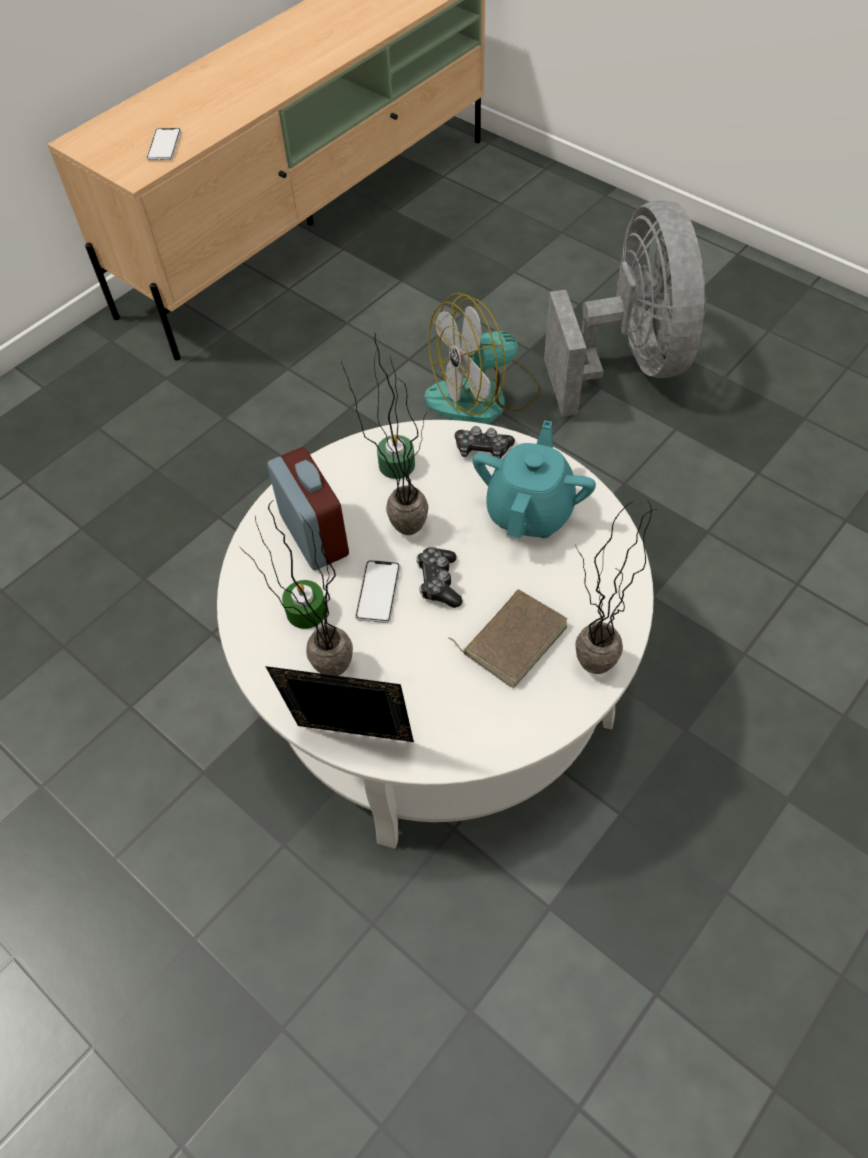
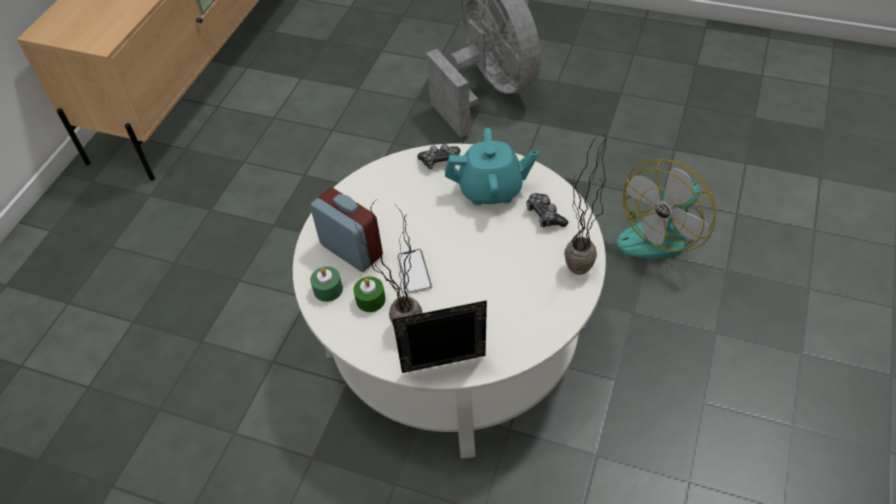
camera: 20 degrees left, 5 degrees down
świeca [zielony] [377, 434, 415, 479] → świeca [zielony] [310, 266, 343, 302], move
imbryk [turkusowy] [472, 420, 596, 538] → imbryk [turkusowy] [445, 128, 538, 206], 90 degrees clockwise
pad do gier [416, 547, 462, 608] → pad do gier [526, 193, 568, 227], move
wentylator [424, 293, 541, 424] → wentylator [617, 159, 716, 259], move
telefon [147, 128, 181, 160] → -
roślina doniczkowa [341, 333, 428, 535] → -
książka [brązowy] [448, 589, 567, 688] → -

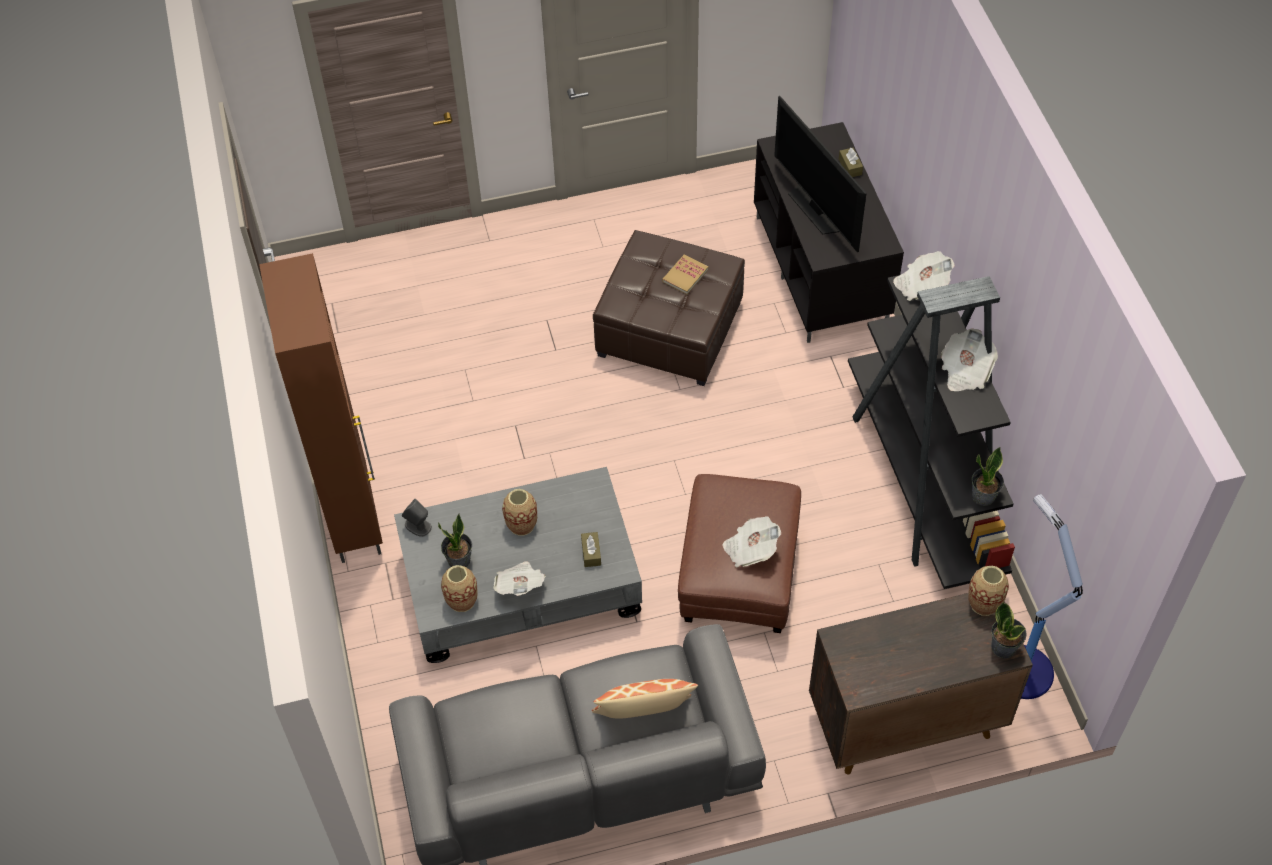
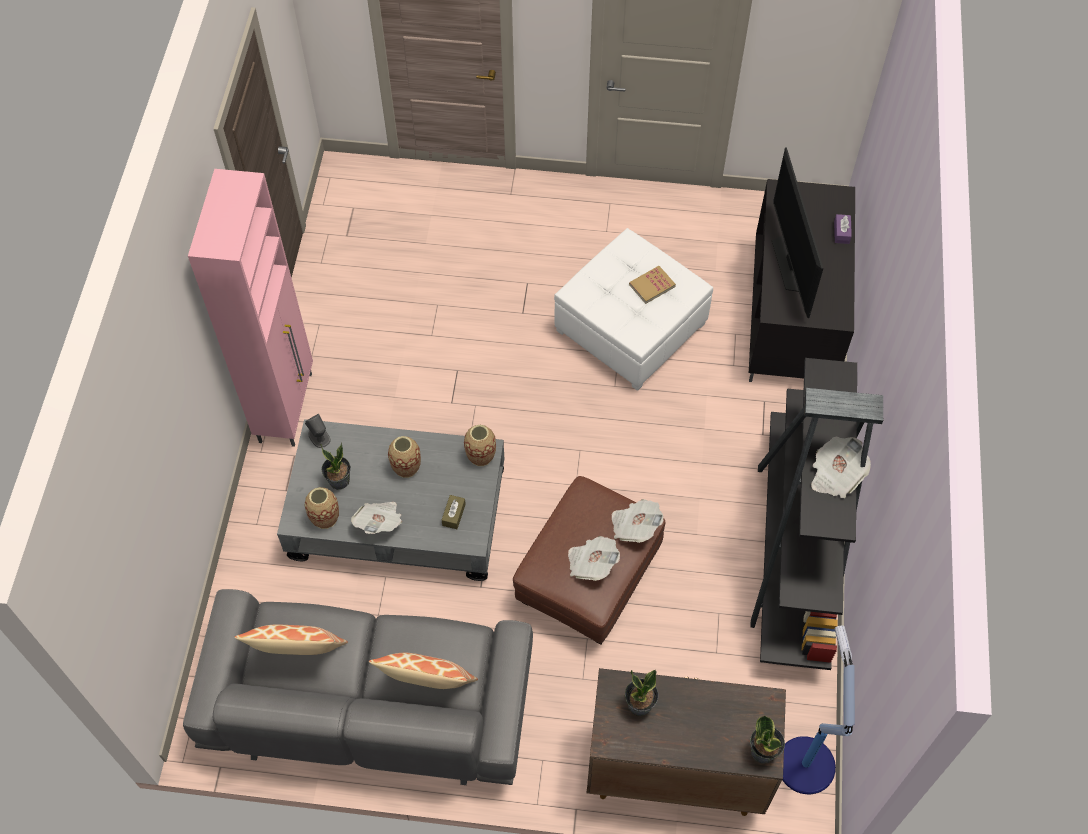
camera: 20 degrees right, 5 degrees up
szafka [brązowy] [259, 253, 383, 563] → szafka [różowy] [188, 169, 313, 447]
- → poduszka [234, 625, 348, 655]
wazon [968, 566, 1009, 616] → wazon [464, 425, 496, 466], move
pufa [brązowy] [593, 230, 745, 386] → pufa [biały] [554, 228, 713, 391]
gazeta [893, 251, 955, 301] → gazeta [612, 499, 664, 543], move
roślina doniczkowa [972, 447, 1004, 506] → roślina doniczkowa [625, 670, 659, 716], move
pudełko chusteczek [brązowy] [839, 148, 863, 177] → pudełko chusteczek [fioletowy] [834, 214, 852, 244]

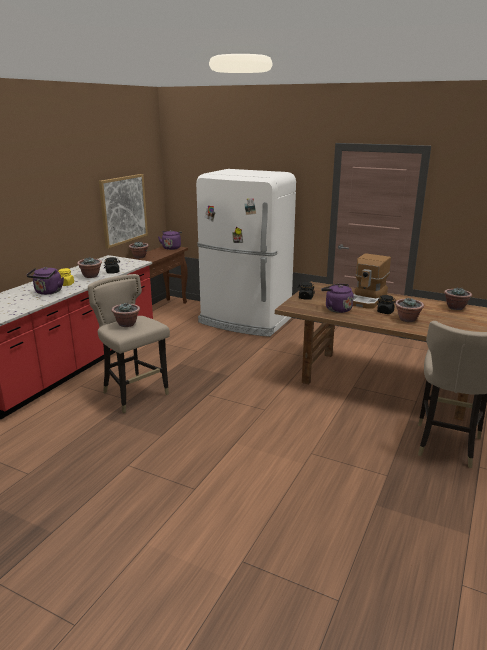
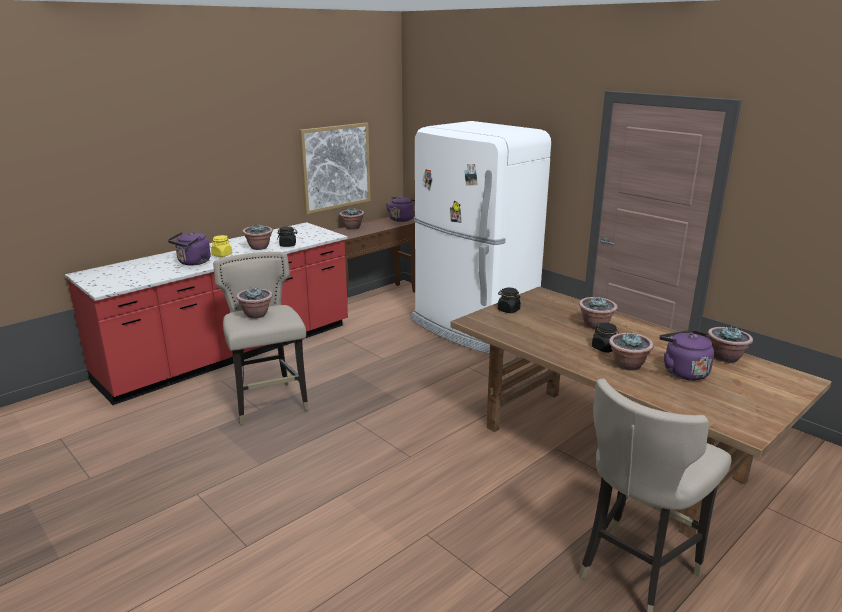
camera: 20 degrees right, 0 degrees up
ekspres do kawy [353, 253, 391, 309] → roślina doniczkowa [579, 296, 618, 329]
czajnik [fioletowy] [321, 284, 354, 313] → czajnik [fioletowy] [659, 330, 714, 381], move

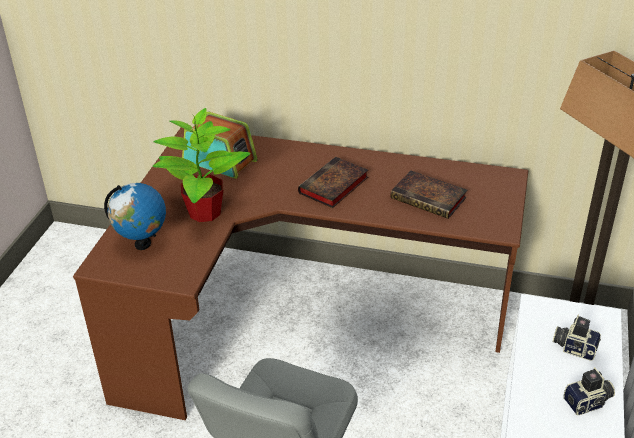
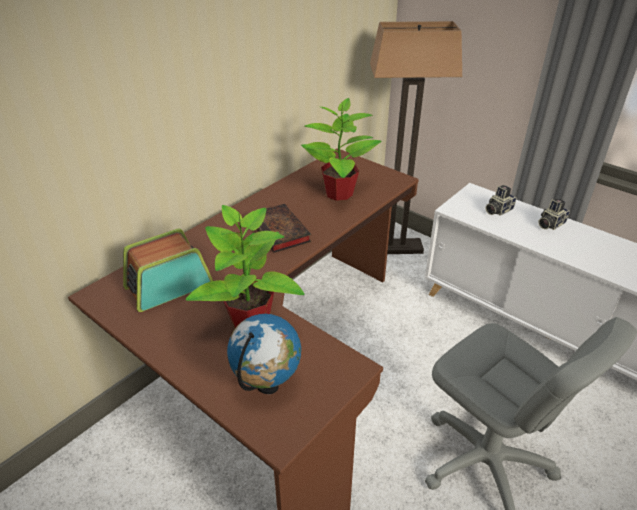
camera: 65 degrees left, 0 degrees up
książka [390, 171, 468, 219] → roślina doniczkowa [301, 98, 382, 201]
aparat fotograficzny [563, 367, 615, 415] → aparat fotograficzny [538, 198, 570, 230], 135 degrees counterclockwise

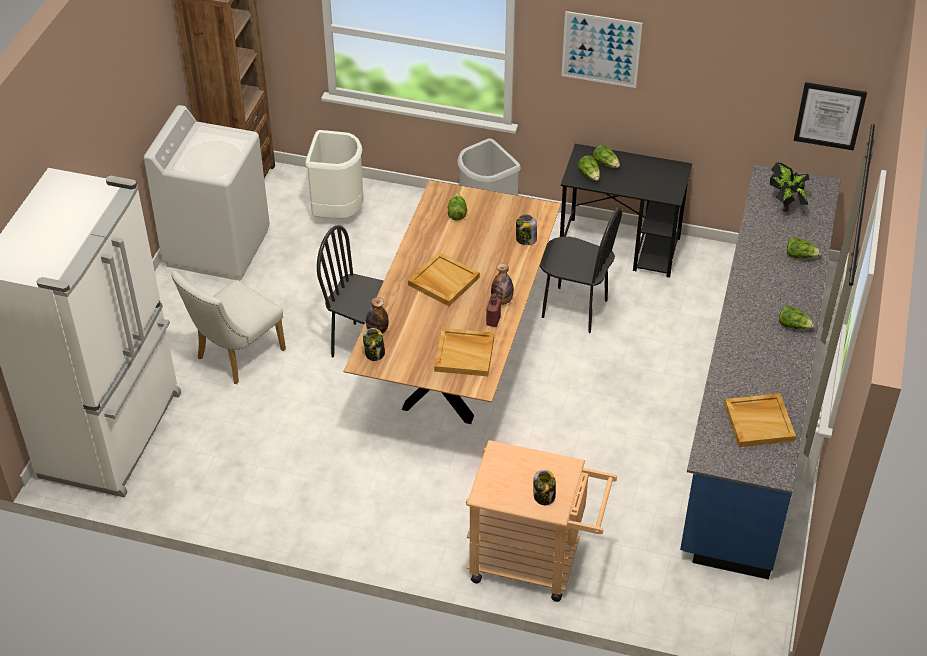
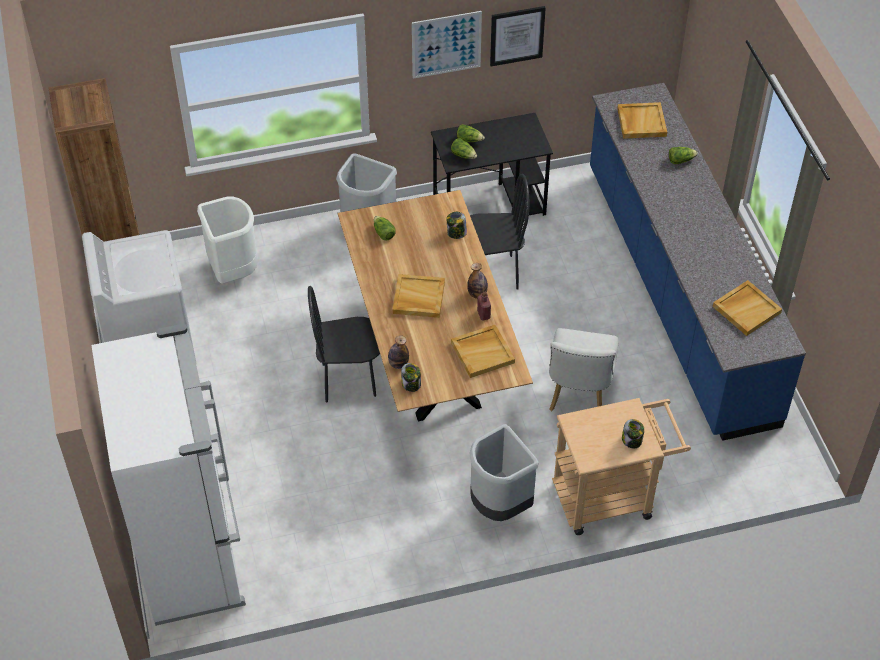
camera: 30 degrees left, 5 degrees up
- → kosz na śmieci [szary] [469, 424, 539, 521]
obraz [794, 82, 867, 151] → obraz [490, 6, 546, 66], move
krzesło [biały] [171, 271, 286, 384] → krzesło [biały] [549, 328, 619, 411], move
roślina doniczkowa [770, 162, 810, 212] → taca [beżowy] [617, 102, 667, 139]
sałata [779, 306, 814, 329] → -

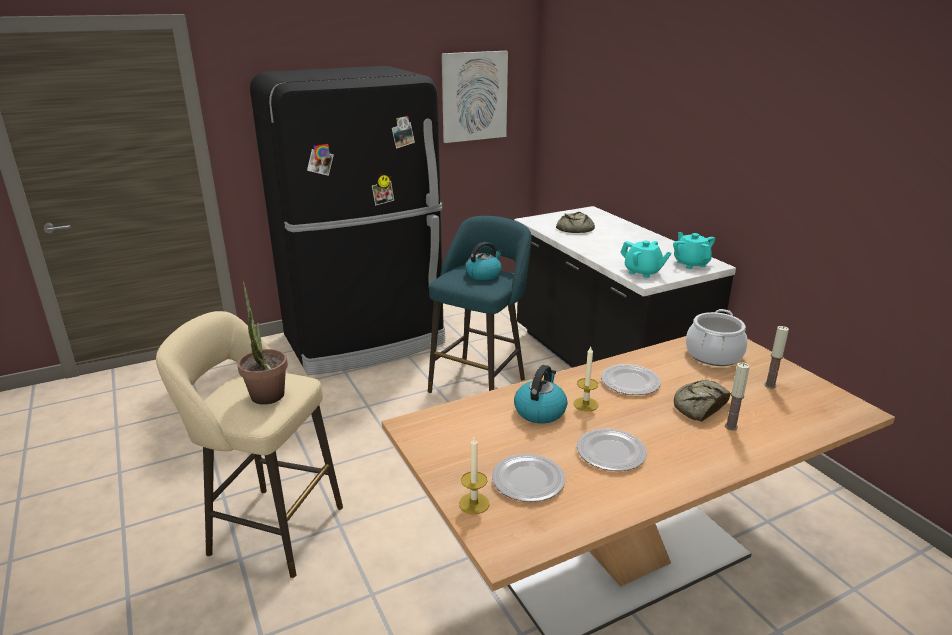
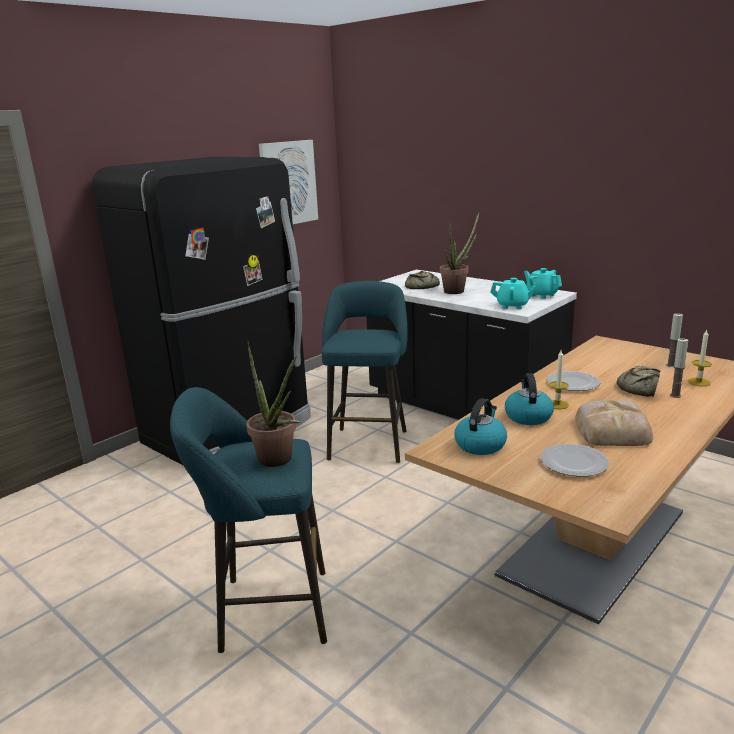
camera: 20 degrees left, 5 degrees down
stołek [beżowy] [156, 311, 343, 578] → stołek [turkusowy] [170, 387, 327, 653]
- → roślina doniczkowa [440, 213, 479, 294]
czajnik [466, 242, 503, 280] → czajnik [454, 398, 507, 455], move
talerz [577, 429, 647, 471] → chleb [575, 400, 653, 446]
świeca [459, 437, 490, 515] → świeca [688, 330, 712, 386], move
garnek [686, 309, 748, 366] → -

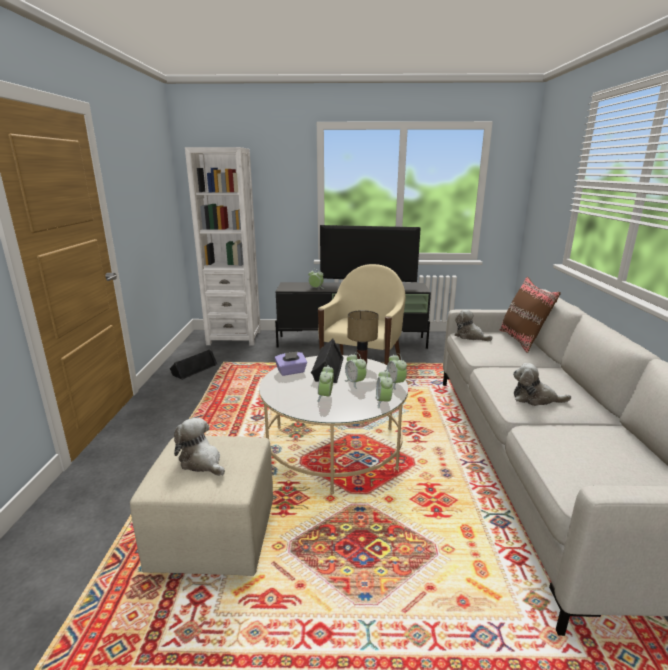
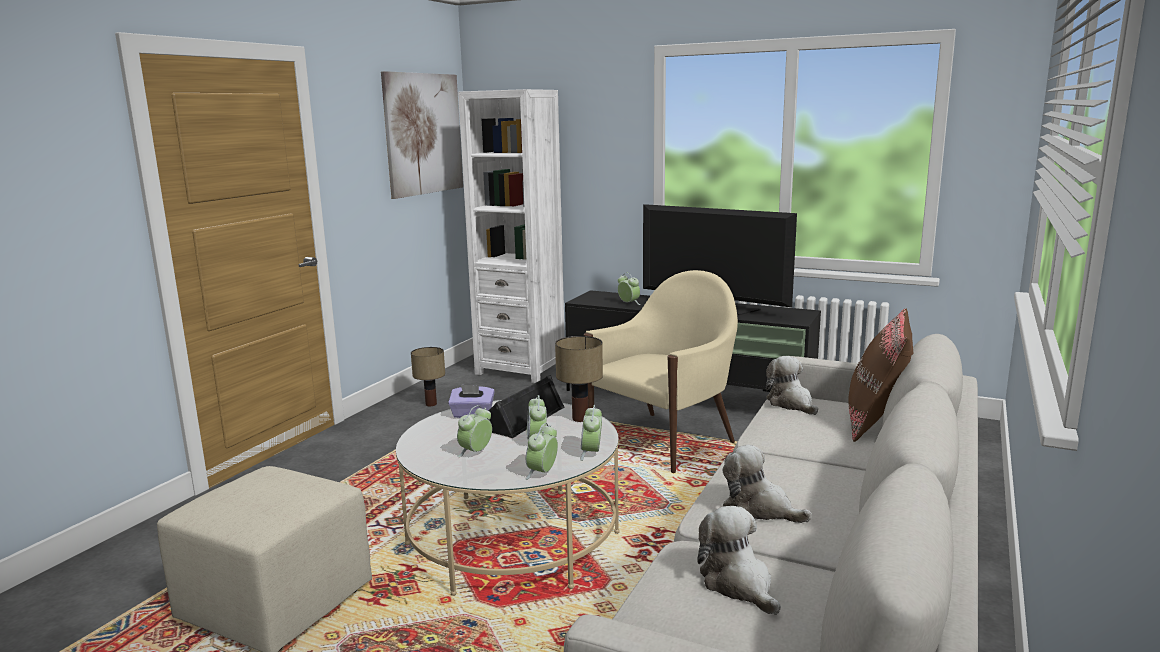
camera: 25 degrees right, 5 degrees down
- → obraz [381, 71, 463, 199]
głośnik [czarny] [170, 349, 218, 380] → lampa stołowa [411, 347, 445, 406]
pluszak [174, 417, 225, 476] → pluszak [697, 506, 781, 615], move

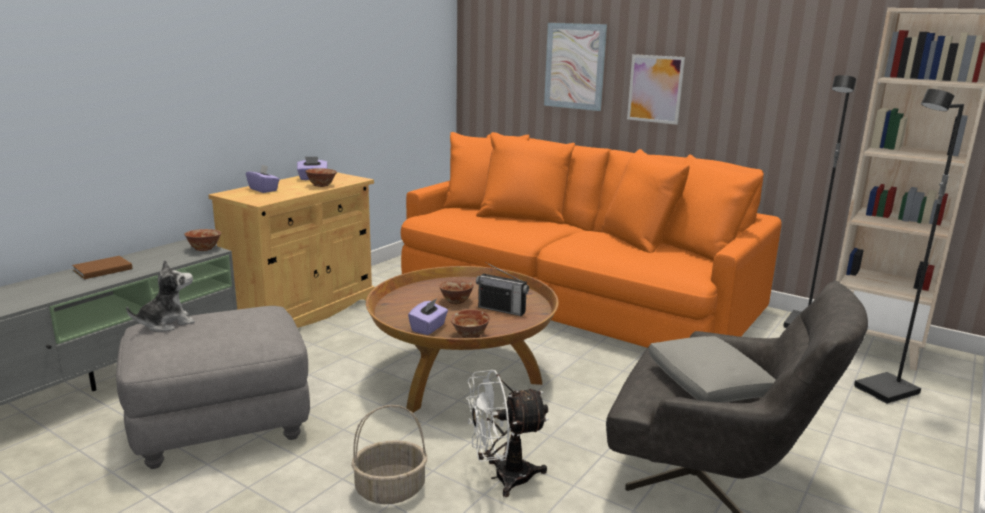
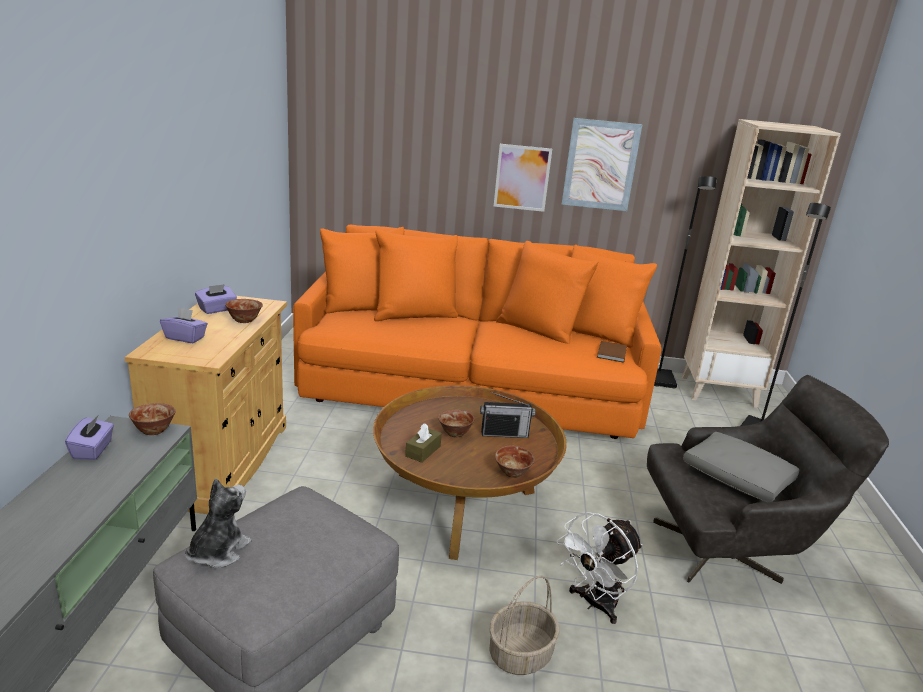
camera: 30 degrees left, 5 degrees up
pudełko chusteczek [fioletowy] [408, 299, 448, 335] → pudełko chusteczek [fioletowy] [65, 416, 114, 460], move
- → pudełko chusteczek [brązowy] [405, 423, 442, 463]
obraz [544, 23, 607, 111] → obraz [562, 118, 642, 211], move
książka [brązowy] [72, 256, 133, 279] → książka [brązowy] [597, 341, 627, 363], move

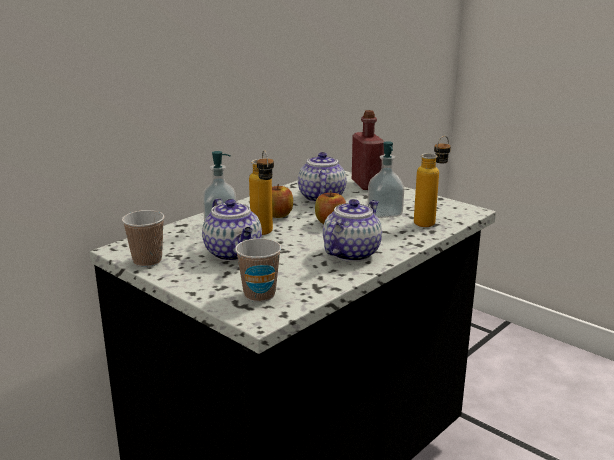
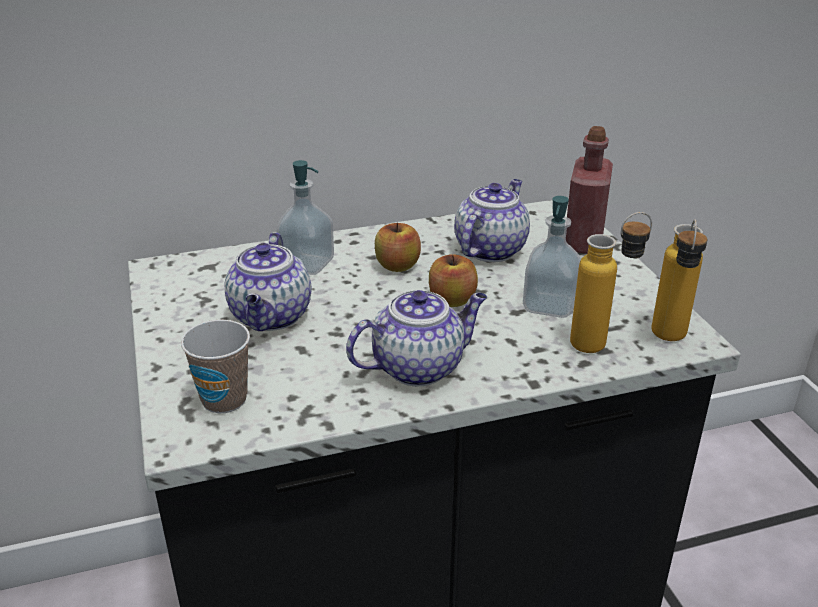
camera: 30 degrees right, 10 degrees up
butelka [249, 150, 274, 235] → butelka [652, 219, 707, 341], move
filiżanka [122, 210, 165, 267] → -

